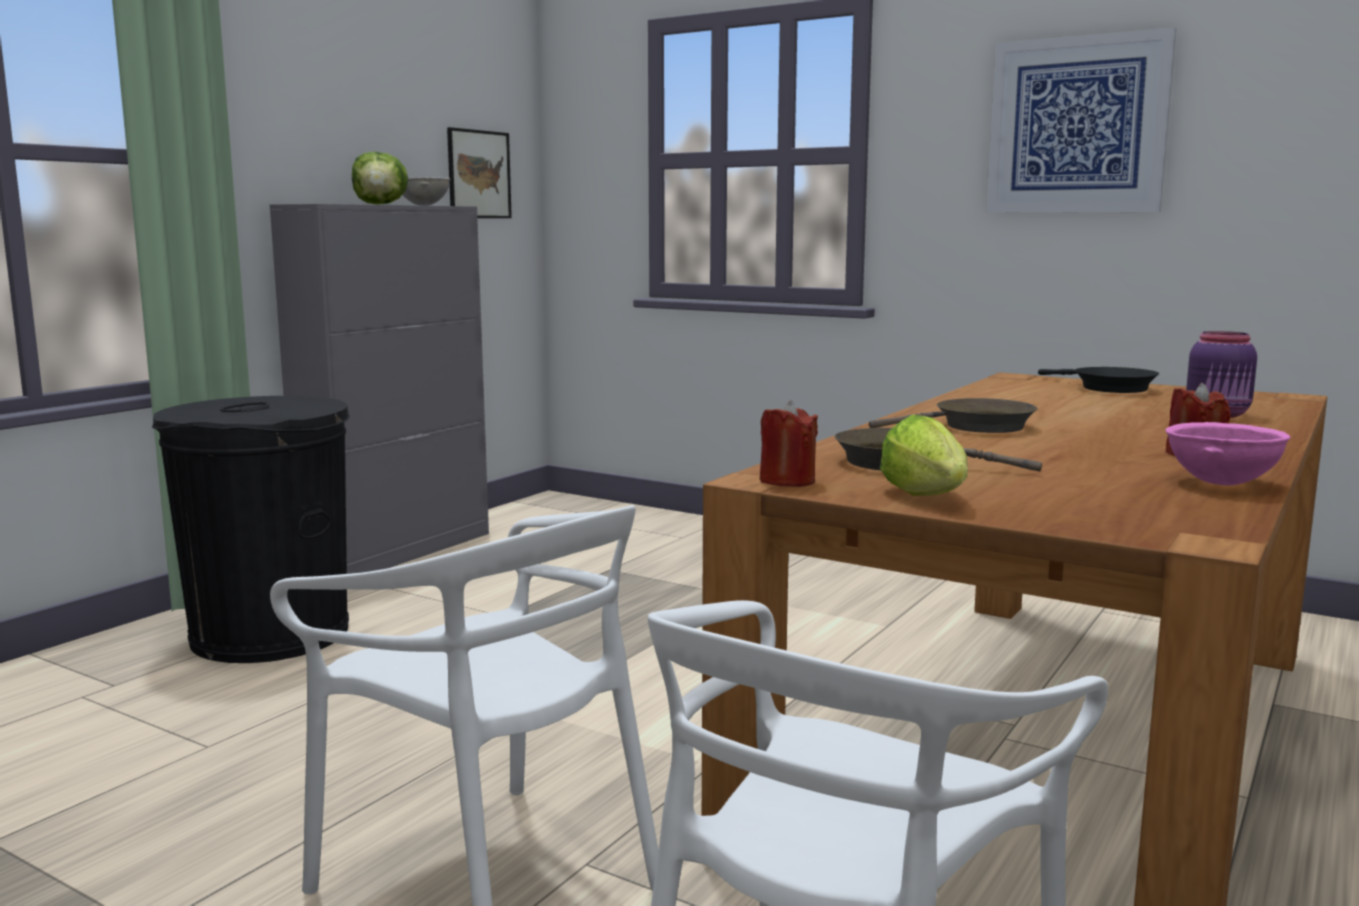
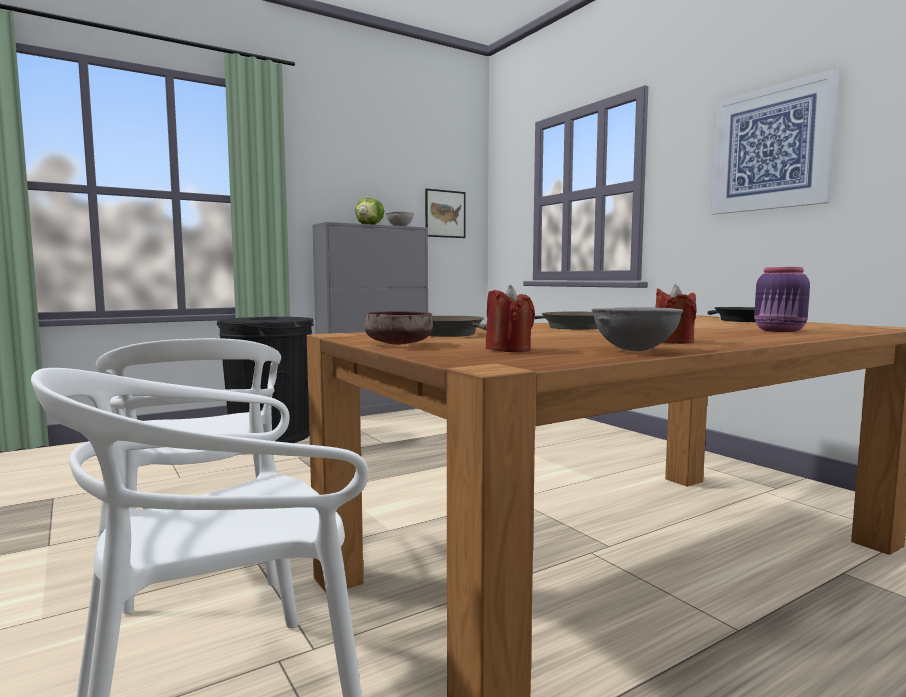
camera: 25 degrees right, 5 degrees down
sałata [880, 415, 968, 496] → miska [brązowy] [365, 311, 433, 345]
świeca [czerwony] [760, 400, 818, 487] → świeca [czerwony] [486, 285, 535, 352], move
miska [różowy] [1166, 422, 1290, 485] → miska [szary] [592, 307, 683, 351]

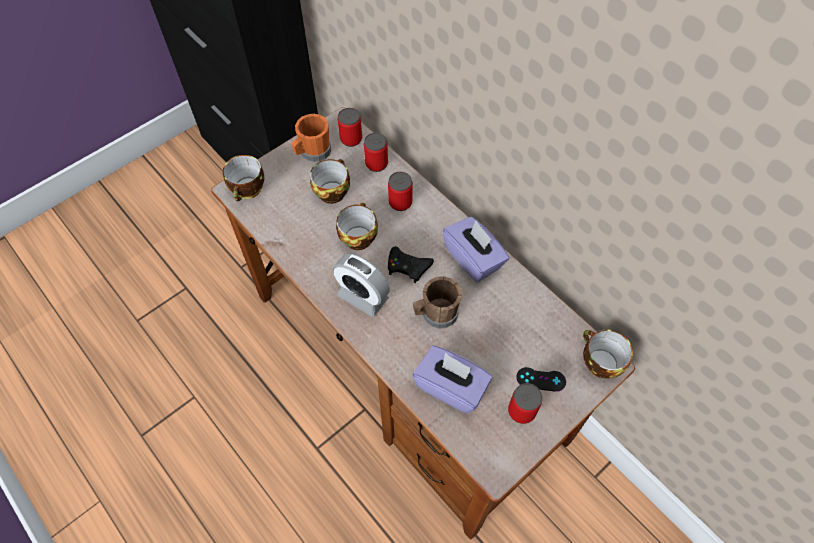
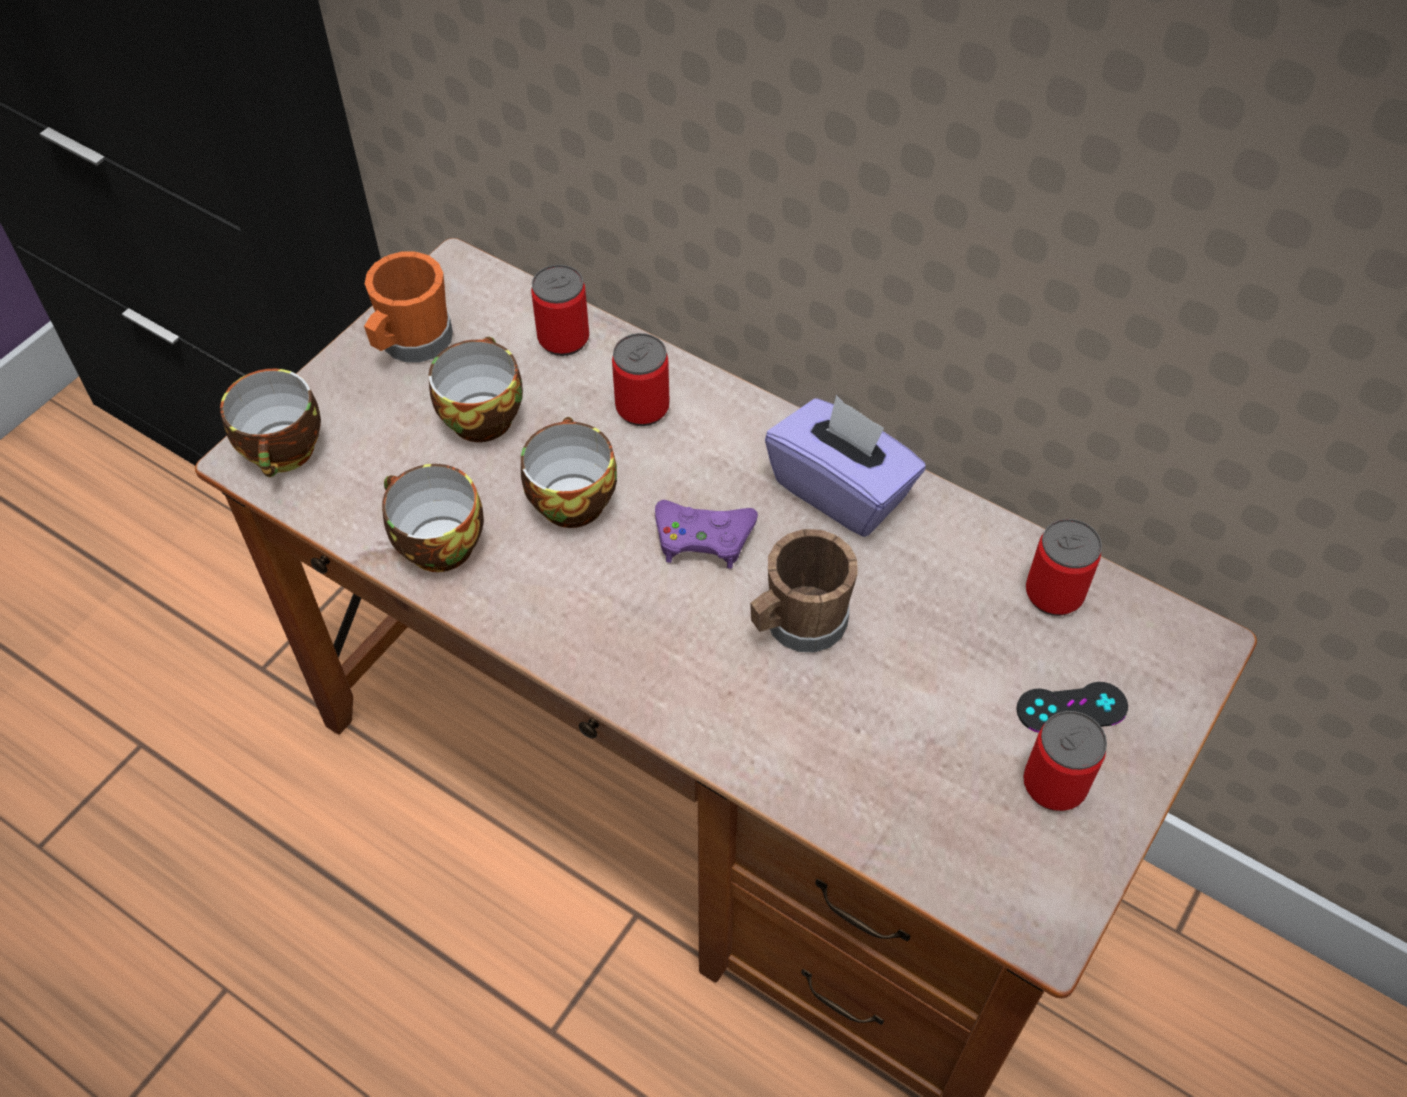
camera: 15 degrees left, 5 degrees down
filiżanka [583, 330, 633, 379] → filiżanka [382, 464, 484, 572], move
pad do gier [czarny] [388, 246, 434, 283] → pad do gier [fioletowy] [655, 500, 758, 569]
puszka [338, 108, 362, 147] → puszka [1026, 519, 1102, 616], move
budzik [333, 254, 390, 317] → -
pudełko chusteczek [fioletowy] [413, 345, 492, 414] → -

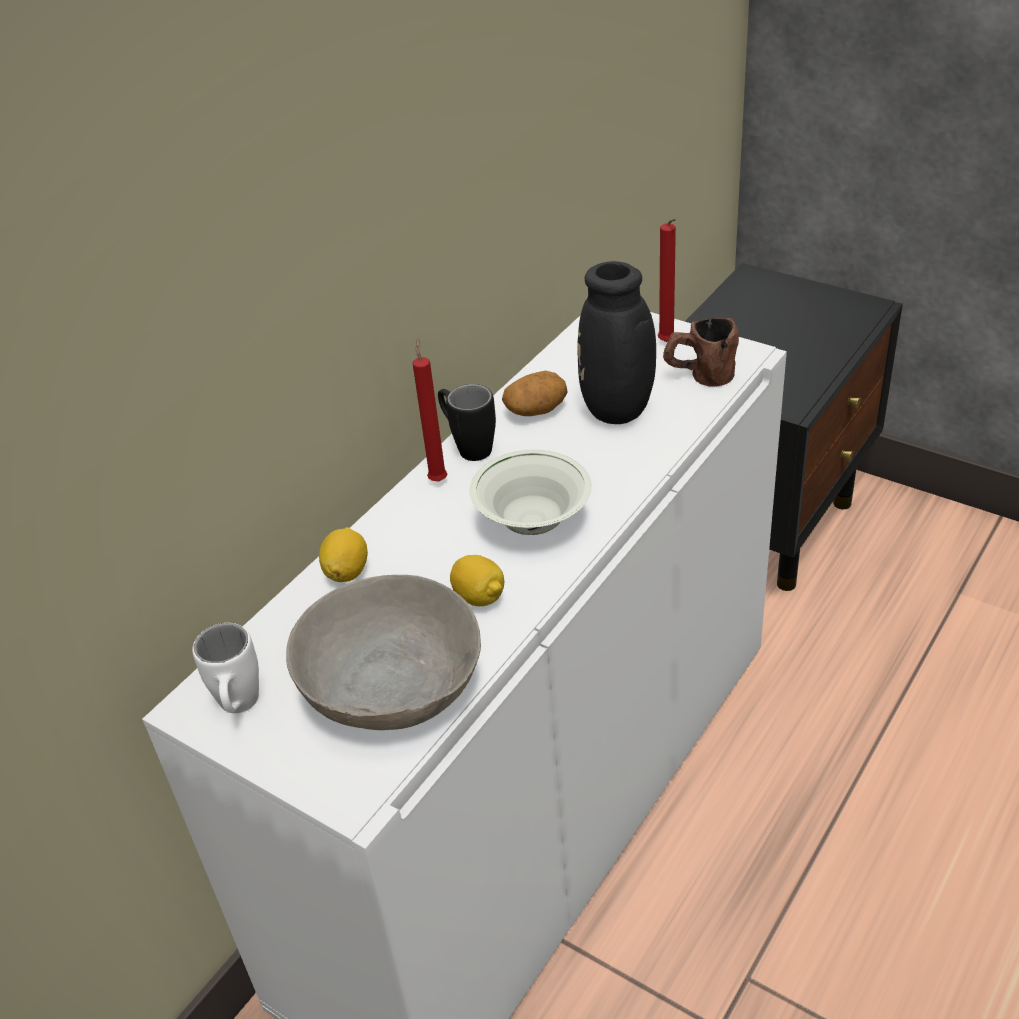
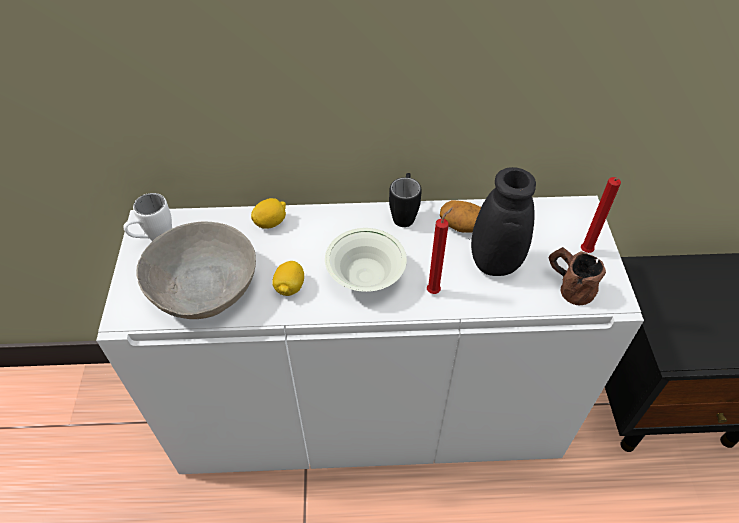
camera: 50 degrees right, 10 degrees up
świeca [czerwony] [412, 338, 447, 482] → świeca [czerwony] [427, 207, 453, 294], move

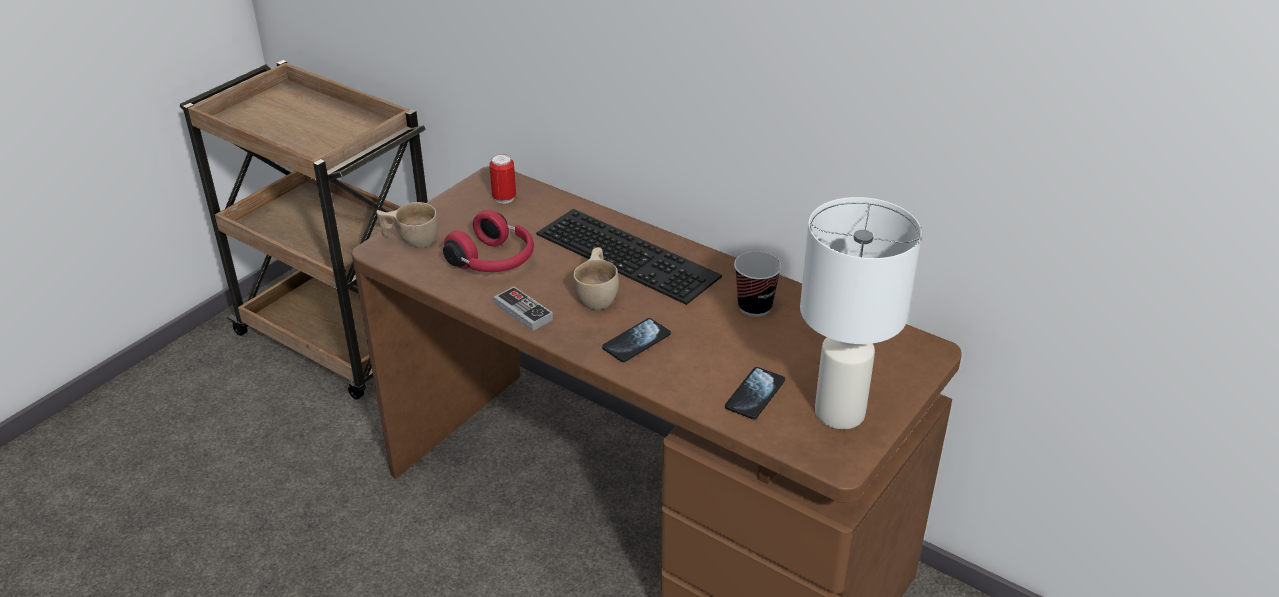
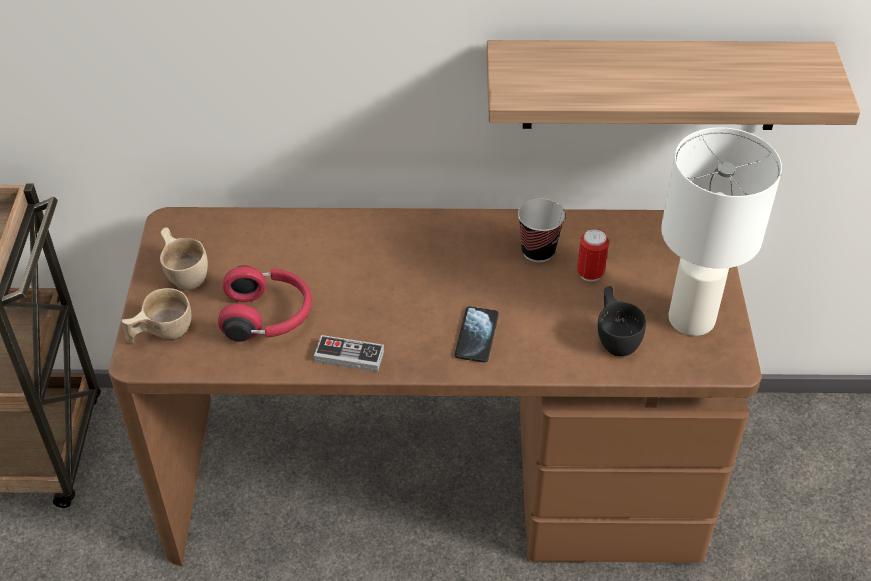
camera: 35 degrees left, 10 degrees up
filiżanka [beżowy] [573, 247, 619, 310] → filiżanka [beżowy] [160, 227, 208, 290], move
- → półka [486, 40, 860, 130]
puszka [489, 154, 516, 204] → puszka [577, 229, 609, 282], move
telefon [725, 367, 785, 419] → filiżanka [czarny] [598, 286, 646, 357]
klawiatura [536, 209, 722, 305] → -

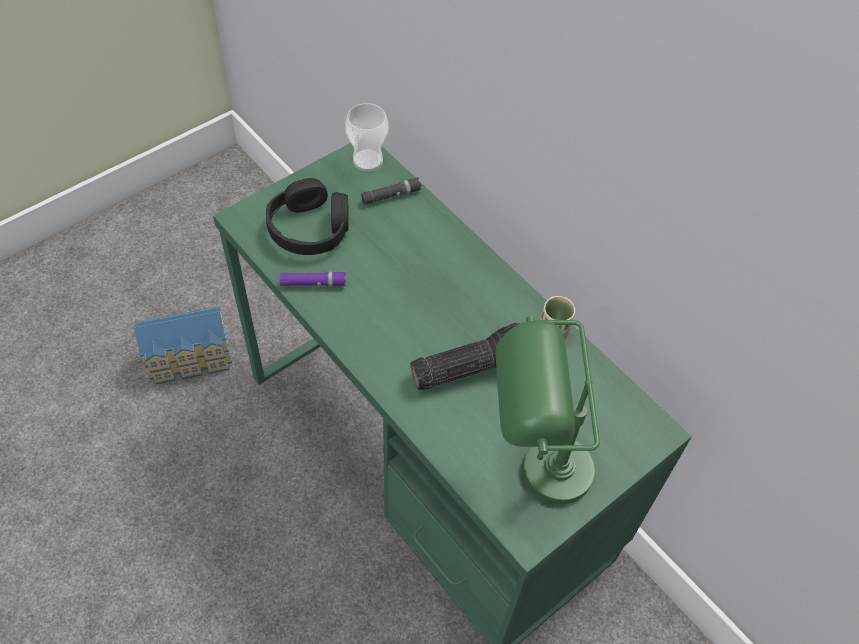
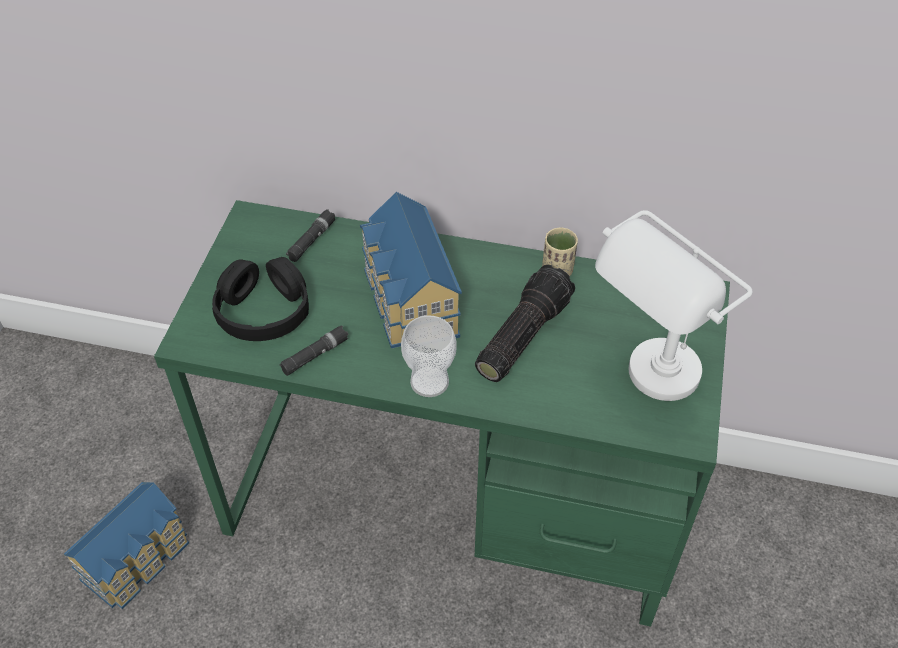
camera: 35 degrees left, 5 degrees down
latarka [fioletowy] [280, 272, 346, 286] → latarka [czarny] [279, 325, 349, 376]
- → domek [360, 192, 462, 349]
filiżanka [345, 103, 388, 171] → filiżanka [401, 315, 457, 397], move
lampa stołowa [zielony] [496, 316, 600, 504] → lampa stołowa [biały] [595, 210, 753, 401]

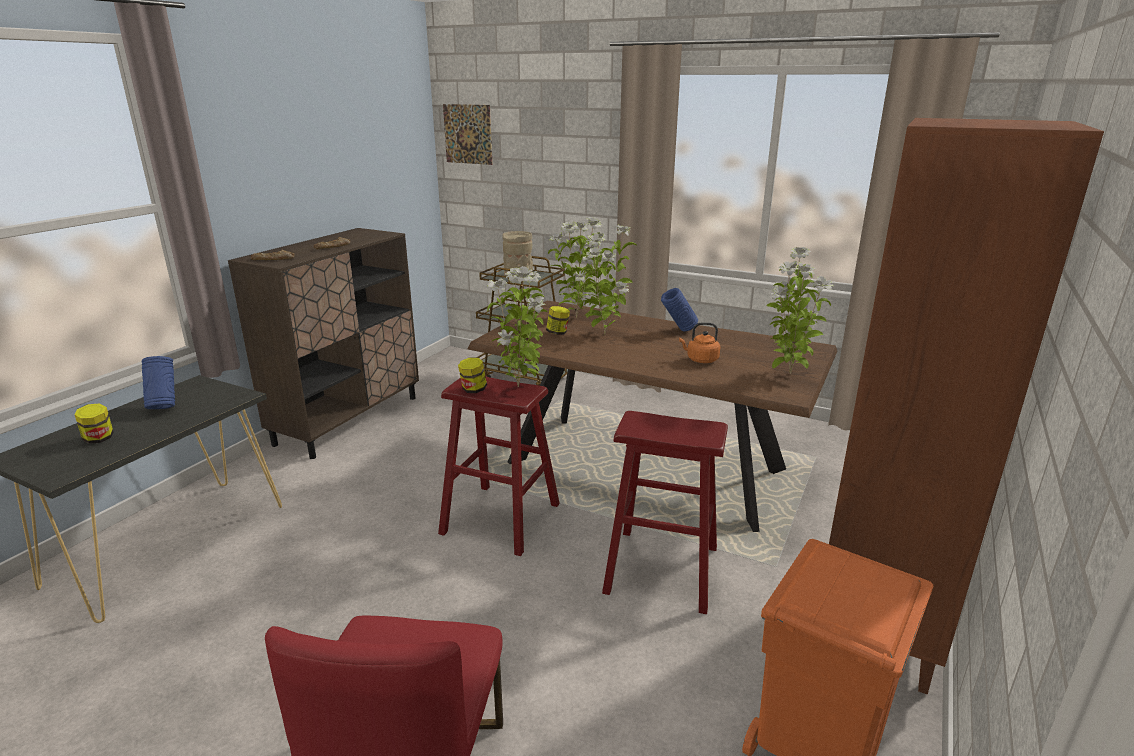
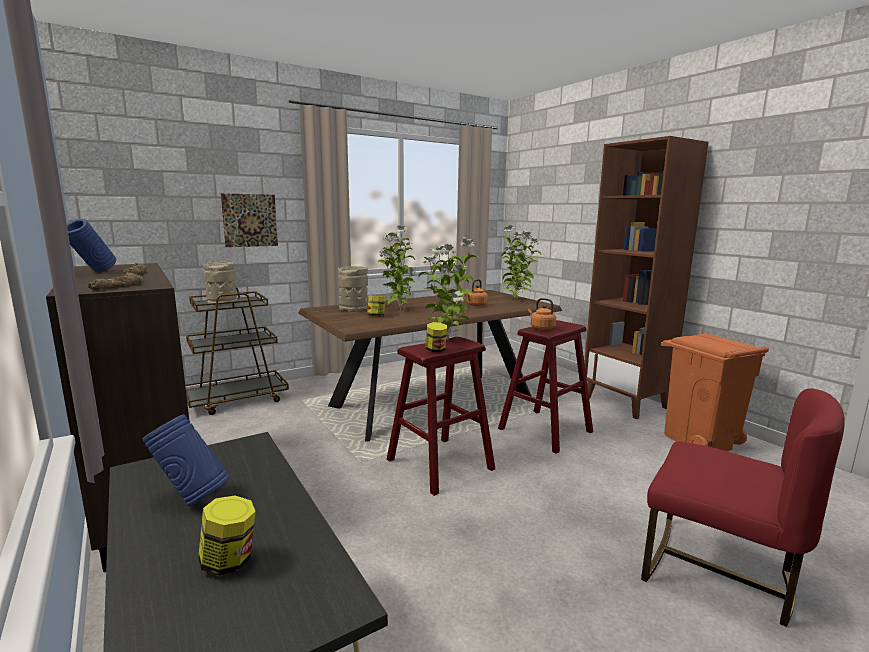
camera: 60 degrees left, 10 degrees down
wazon [niebieski] [661, 288, 698, 332] → wazon [niebieski] [67, 219, 116, 272], move
obraz [443, 104, 492, 165] → obraz [221, 193, 278, 247], move
roślina doniczkowa [548, 217, 602, 318] → wazon [beżowy] [338, 266, 368, 312]
- → czajnik [pomarańczowy] [528, 298, 556, 330]

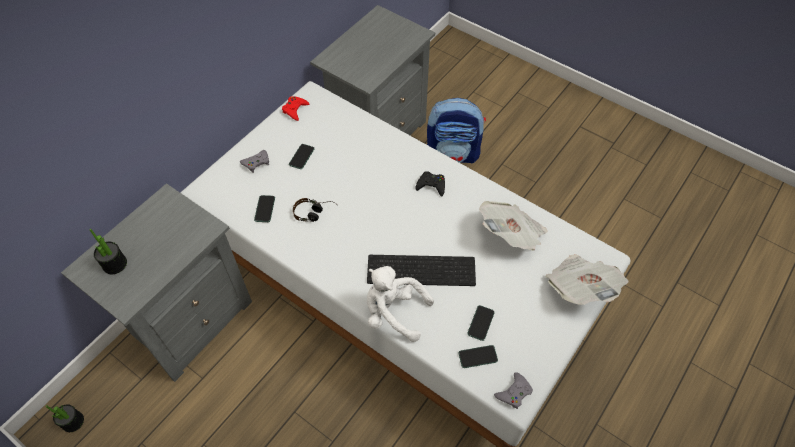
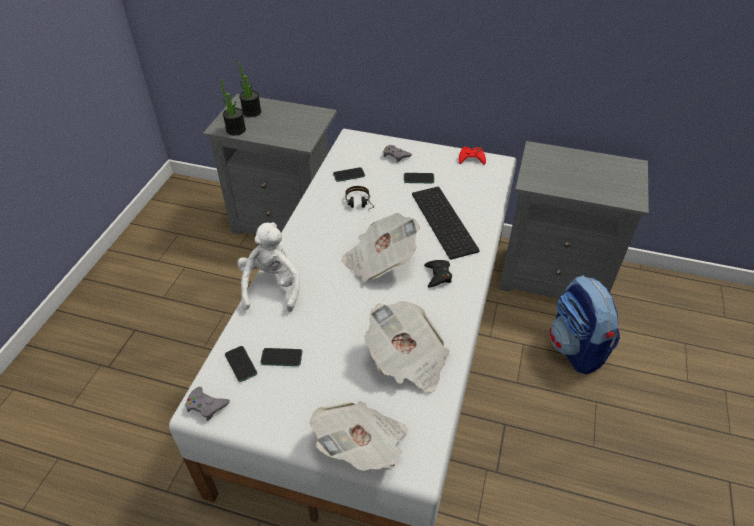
camera: 70 degrees right, 10 degrees down
roślina doniczkowa [46, 404, 84, 432] → roślina doniczkowa [220, 79, 246, 136], move
- → gazeta [341, 213, 420, 283]
klawiatura [367, 255, 476, 286] → klawiatura [412, 187, 480, 260], move

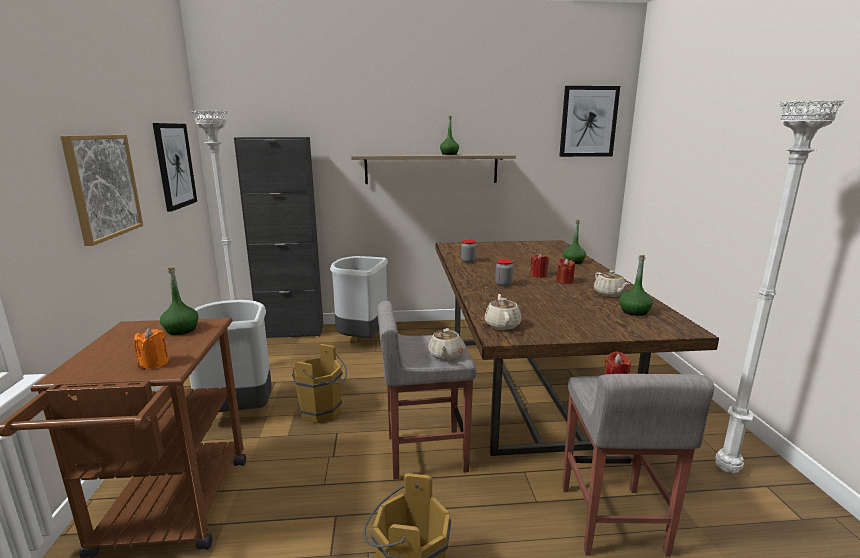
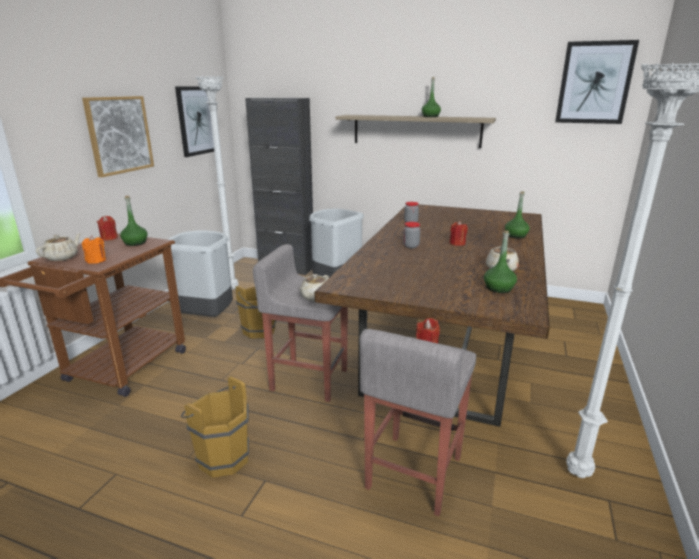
camera: 25 degrees right, 5 degrees up
imbryk [beżowy] [485, 294, 521, 330] → imbryk [beżowy] [36, 233, 81, 261], move
świeca [czerwony] [556, 258, 575, 284] → świeca [czerwony] [97, 216, 118, 241], move

